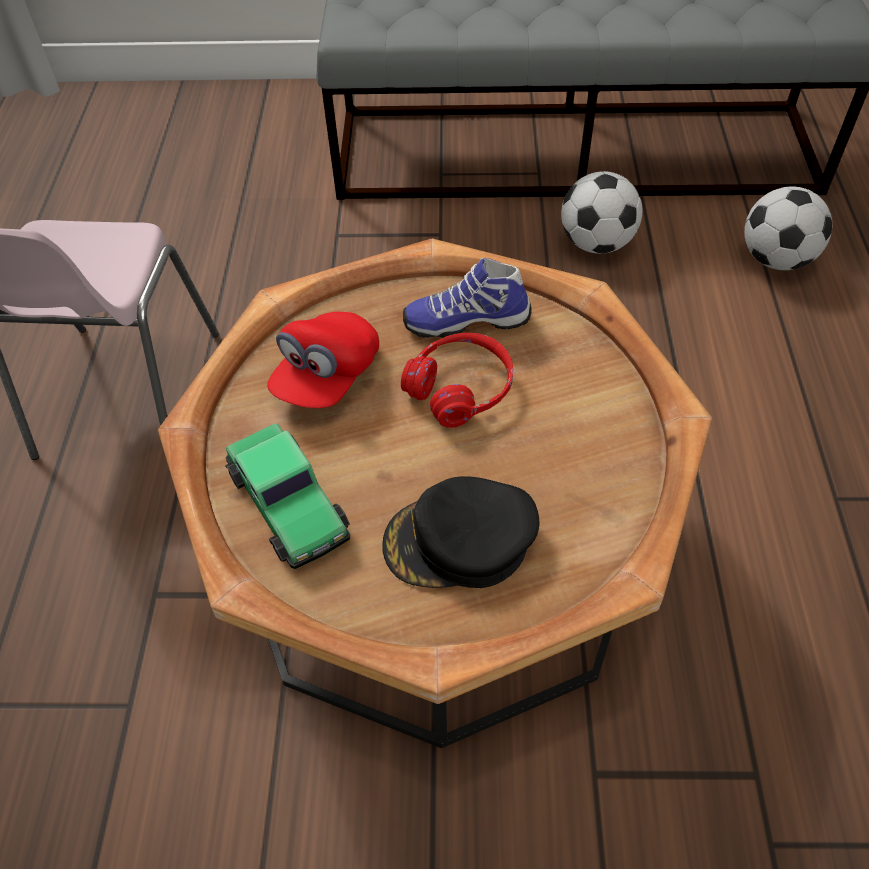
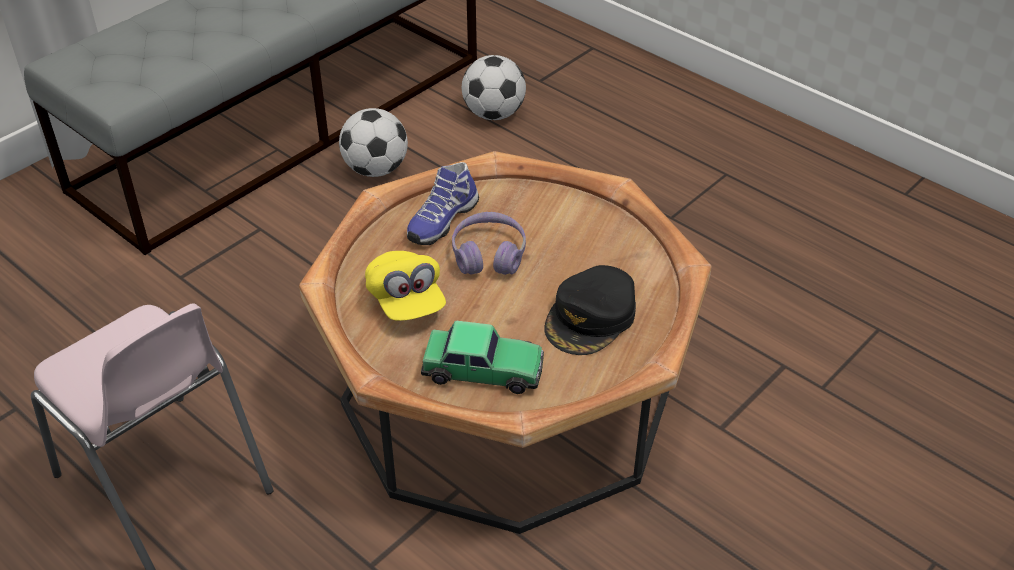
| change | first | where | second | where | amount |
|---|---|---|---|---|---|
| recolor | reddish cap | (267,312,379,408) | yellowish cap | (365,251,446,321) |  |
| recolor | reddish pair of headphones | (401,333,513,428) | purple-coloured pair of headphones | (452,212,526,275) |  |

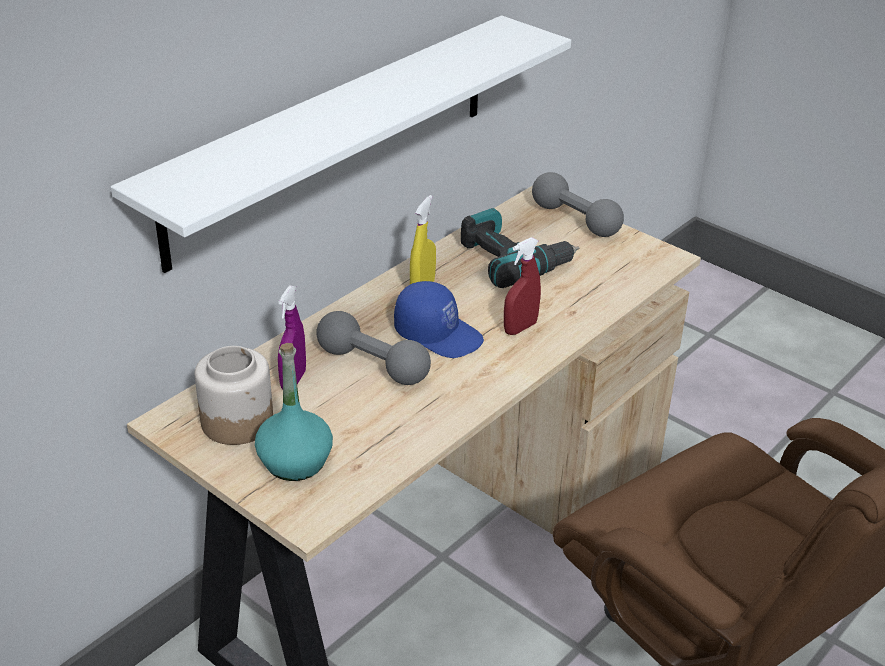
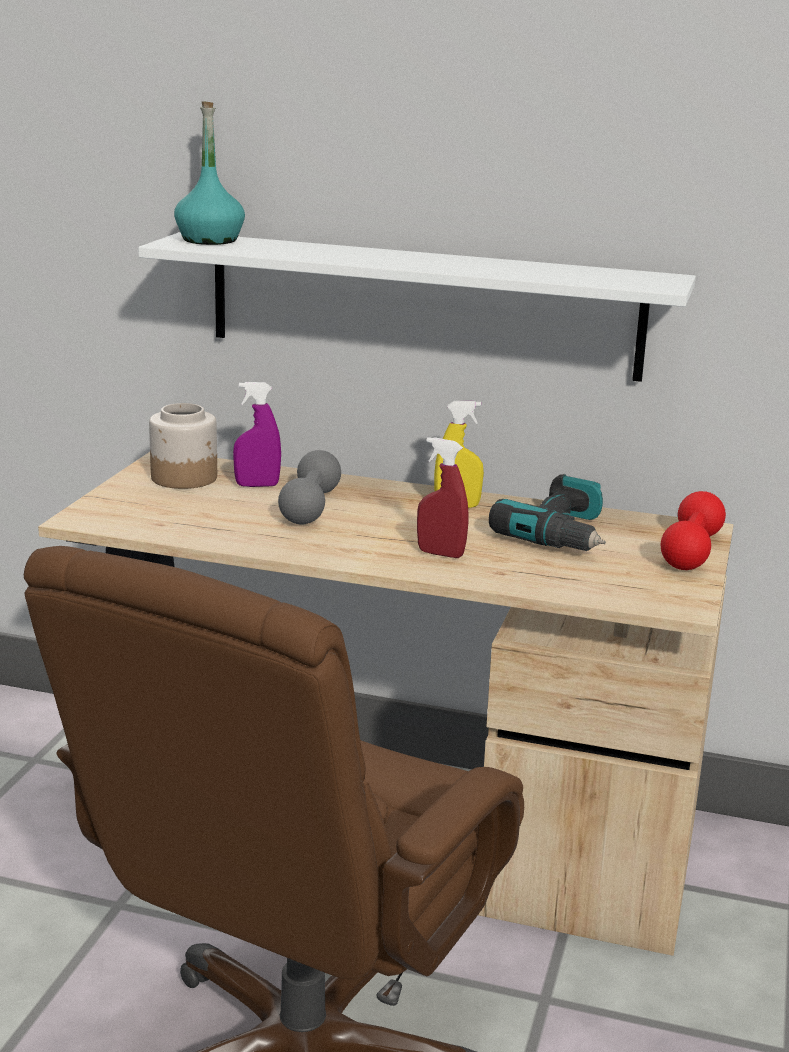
| change | first | where | second | where | amount |
|---|---|---|---|---|---|
| delete | blue-coloured cap | (394,281,484,358) |  |  |  |
| move | blue-green beverage bottle | (255,343,333,481) |  | (174,101,245,245) |  |
| recolor | grey free weight | (532,172,624,237) | reddish free weight | (661,491,726,570) |  |

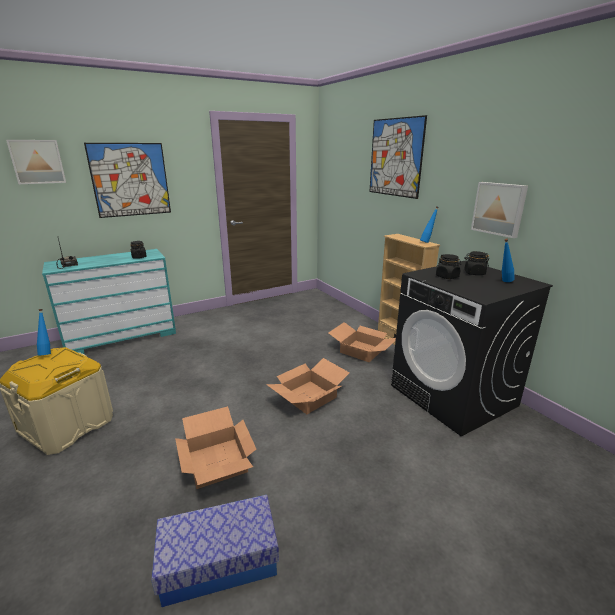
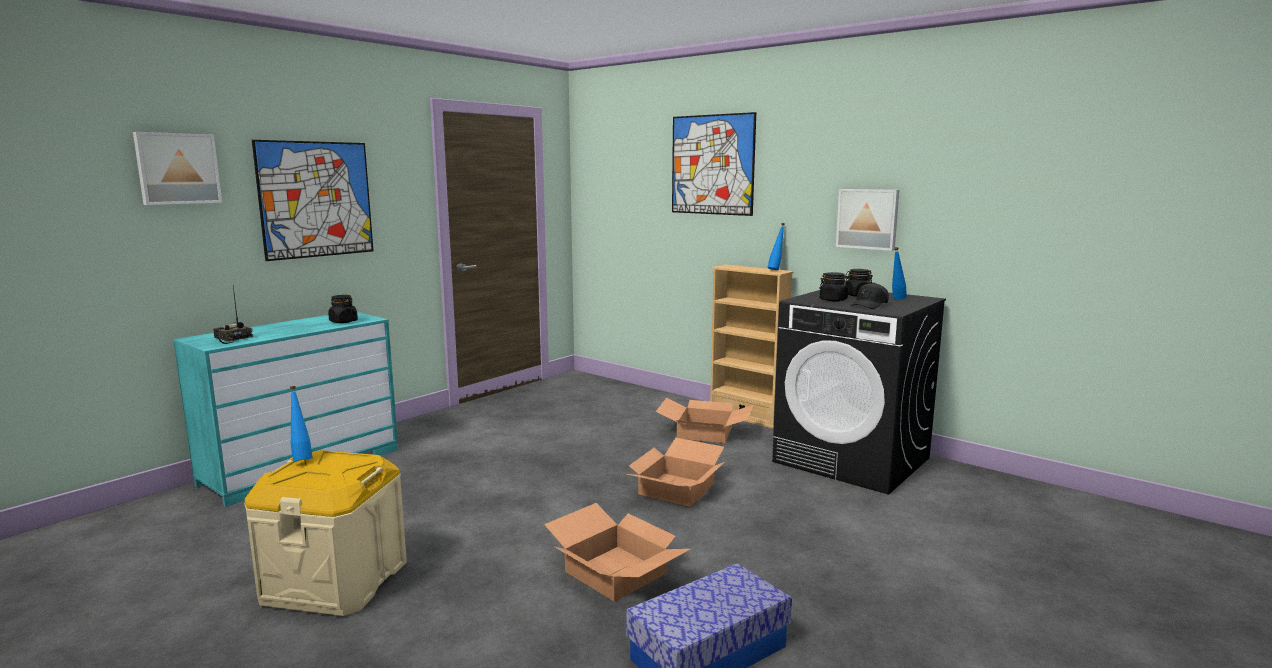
| change | first | where | second | where | amount |
|---|---|---|---|---|---|
| insert |  |  | black-coloured cap | (850,283,889,309) |  |

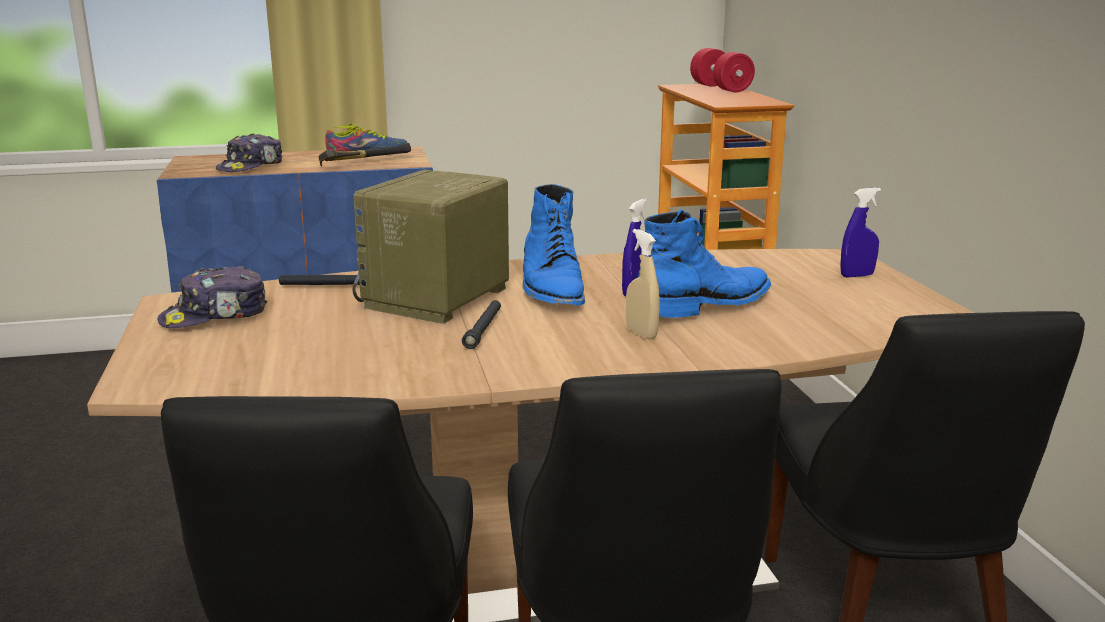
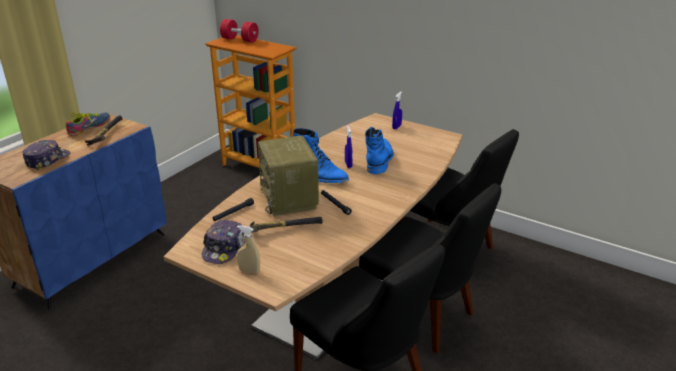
| change | first | where | second | where | amount |
|---|---|---|---|---|---|
| insert |  |  | hammer | (249,217,323,232) |  |
| move | sand-coloured hand sprayer | (626,229,660,340) |  | (237,225,260,274) |  |
| rotate | cap | (216,134,282,172) |  | (23,140,70,170) | 135 degrees counterclockwise |

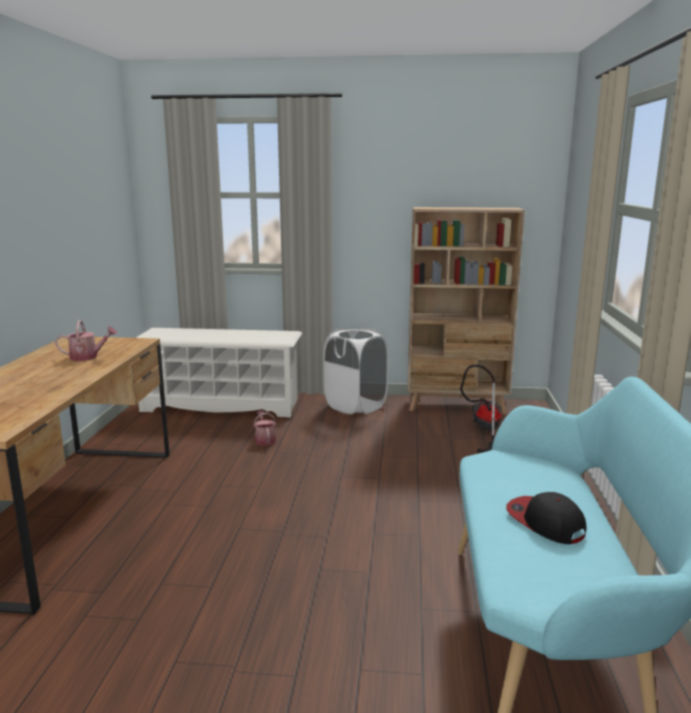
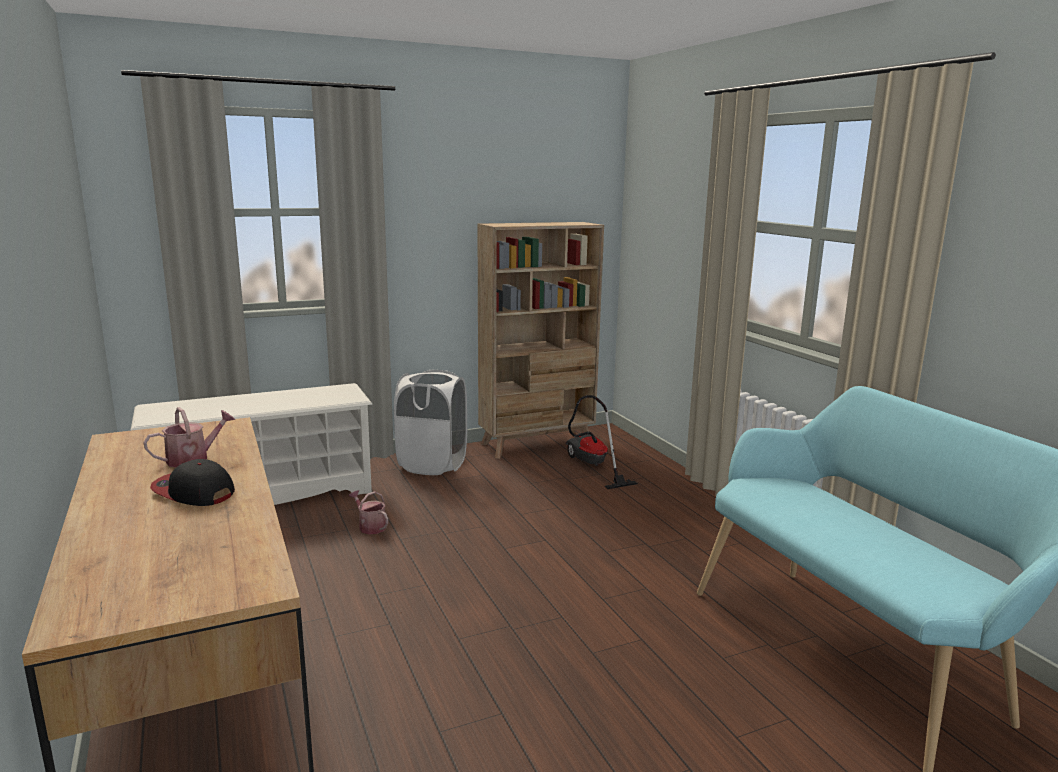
| change | first | where | second | where | amount |
|---|---|---|---|---|---|
| move | cap | (506,492,586,544) |  | (150,459,235,506) |  |

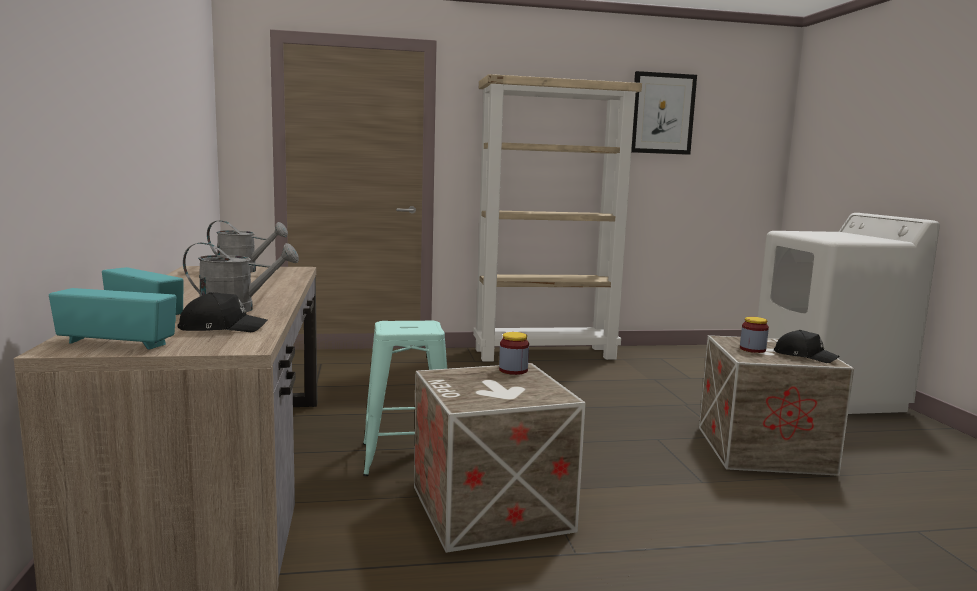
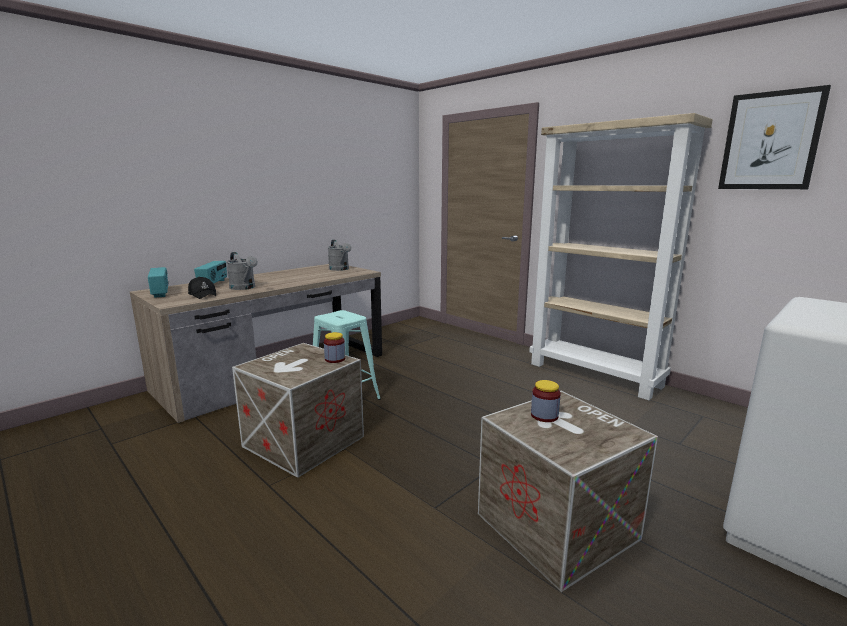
| change | first | where | second | where | amount |
|---|---|---|---|---|---|
| delete | black-coloured cap | (774,330,840,363) |  |  |  |

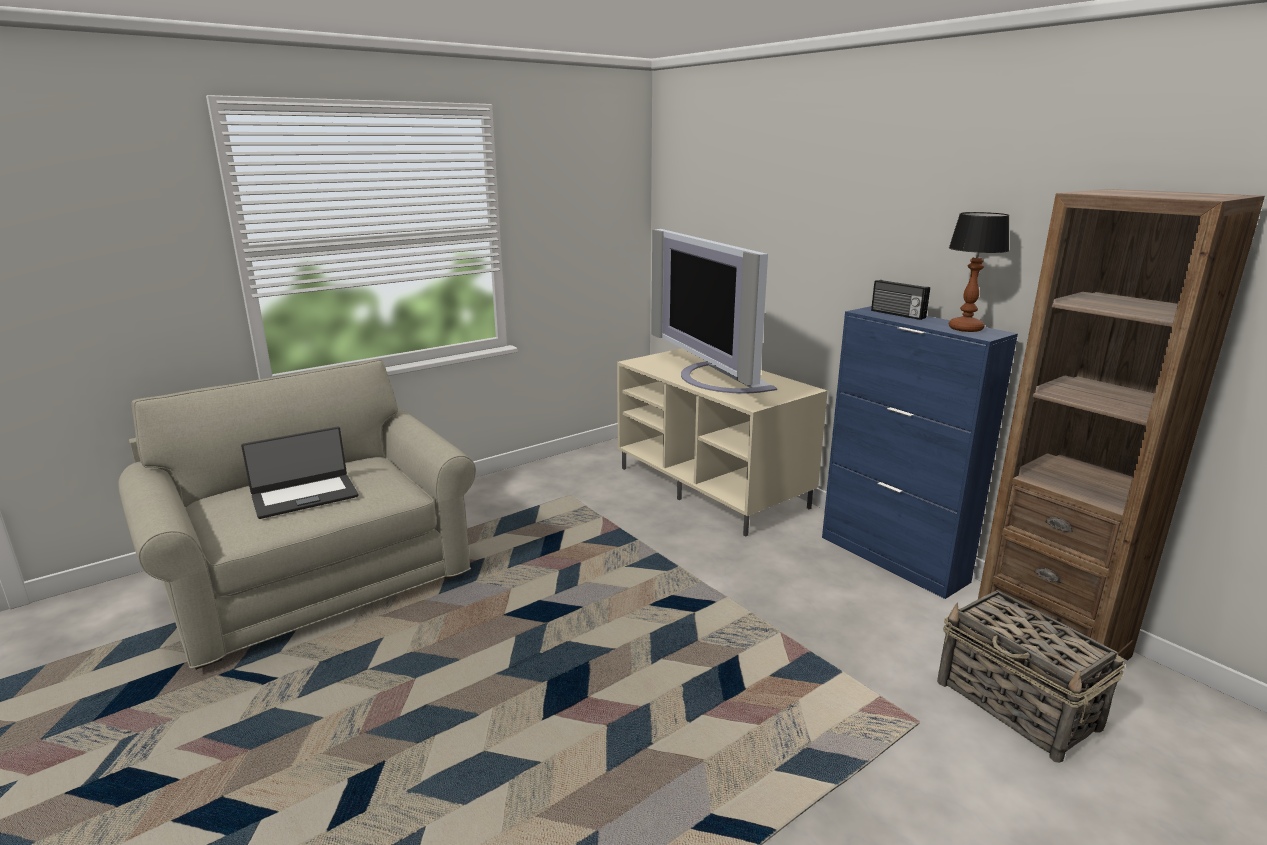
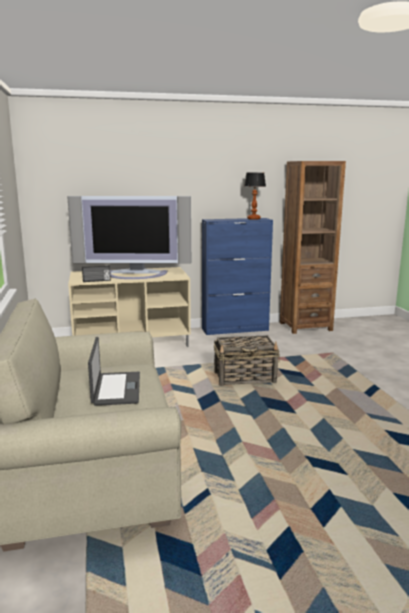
| change | first | where | second | where | amount |
|---|---|---|---|---|---|
| move | radio receiver | (871,280,930,320) |  | (82,265,111,282) |  |
| move | storage basket | (937,590,1125,763) |  | (214,335,279,386) |  |

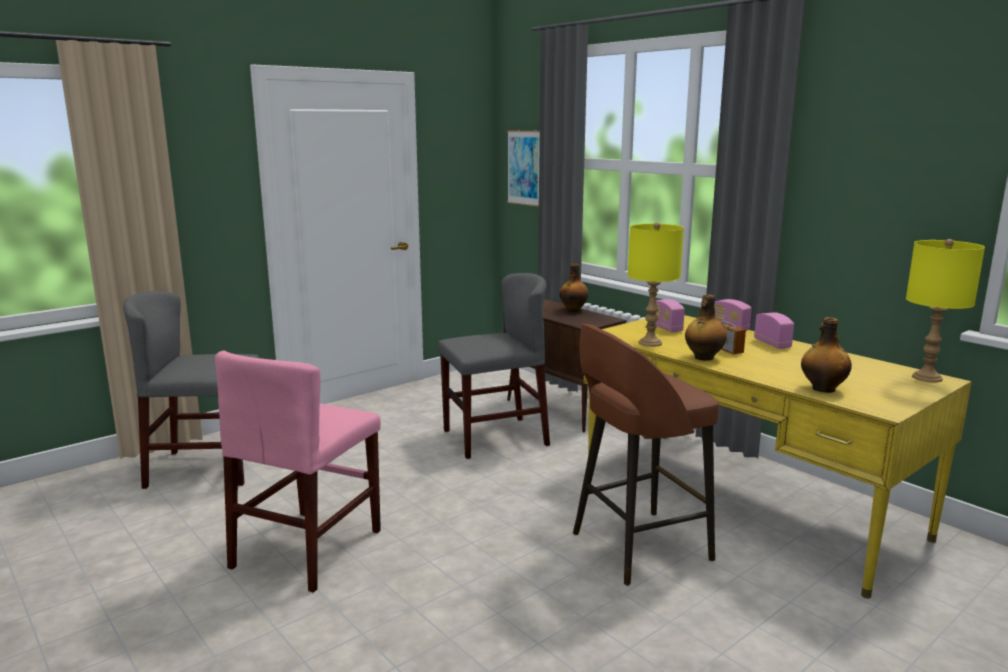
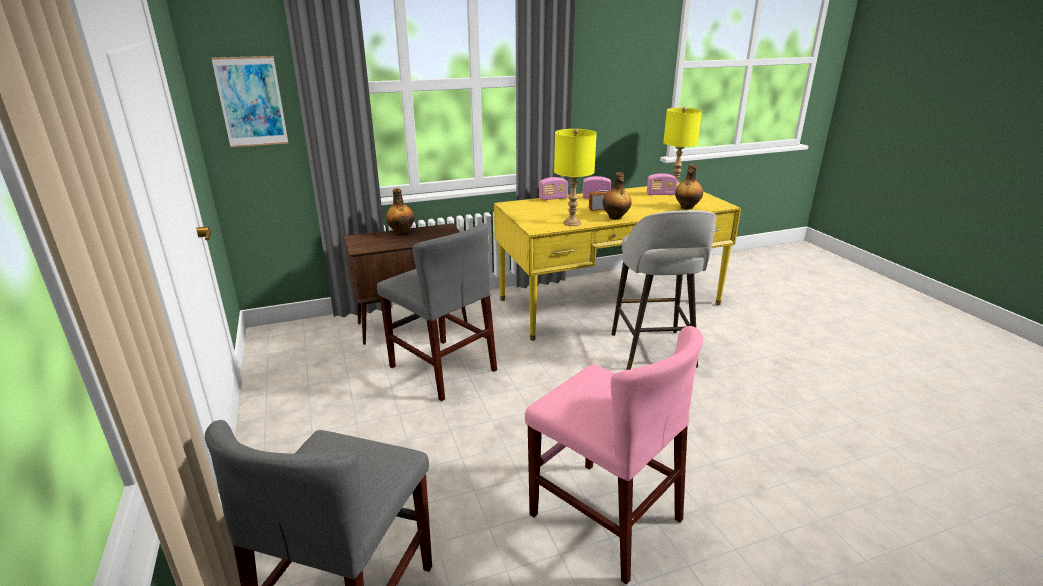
| change | first | where | second | where | amount |
|---|---|---|---|---|---|
| move | radio receiver | (655,299,685,333) |  | (647,173,677,196) |  |
| recolor | brown-coloured sitting stool | (573,324,719,586) | grey sitting stool | (612,210,717,370) |  |
| rotate | grey plain chair | (438,273,550,459) |  | (377,223,497,401) | 135 degrees clockwise |

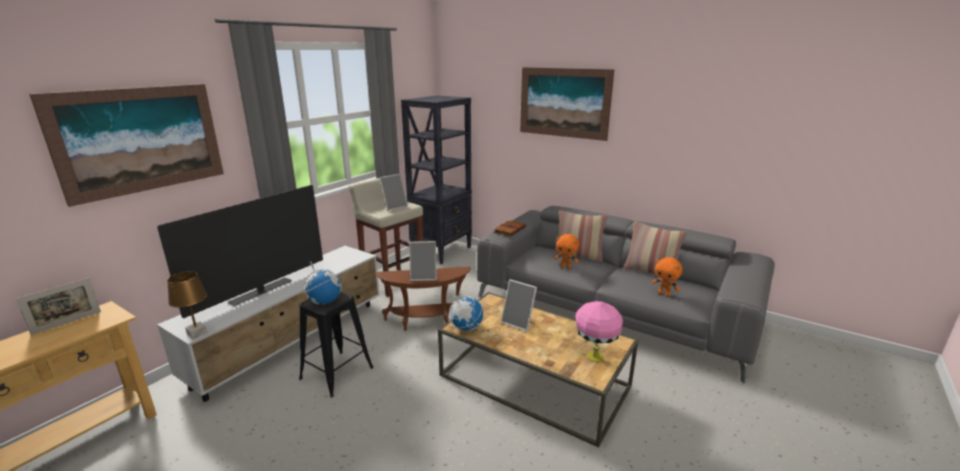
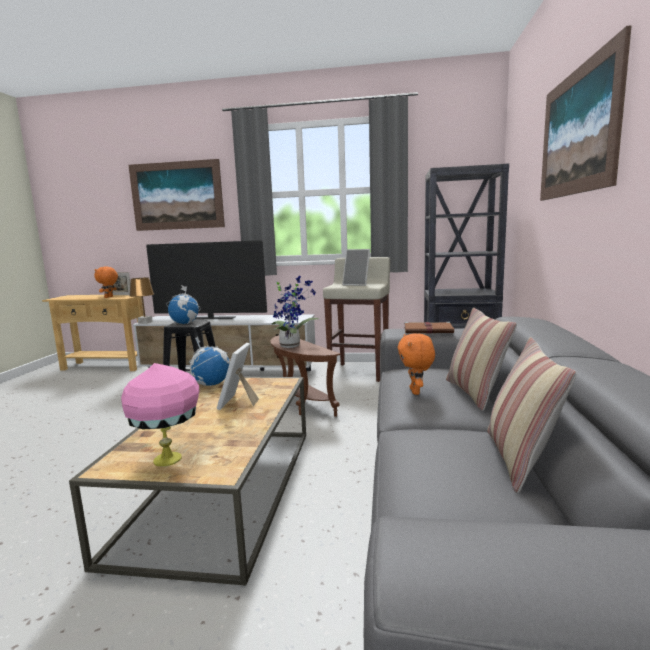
| change | first | where | second | where | amount |
|---|---|---|---|---|---|
| move | orangey cuddly toy | (652,257,682,296) |  | (94,267,118,298) |  |
| replace | standing frame | (409,241,437,281) | potted plant | (272,276,319,348) |  |

